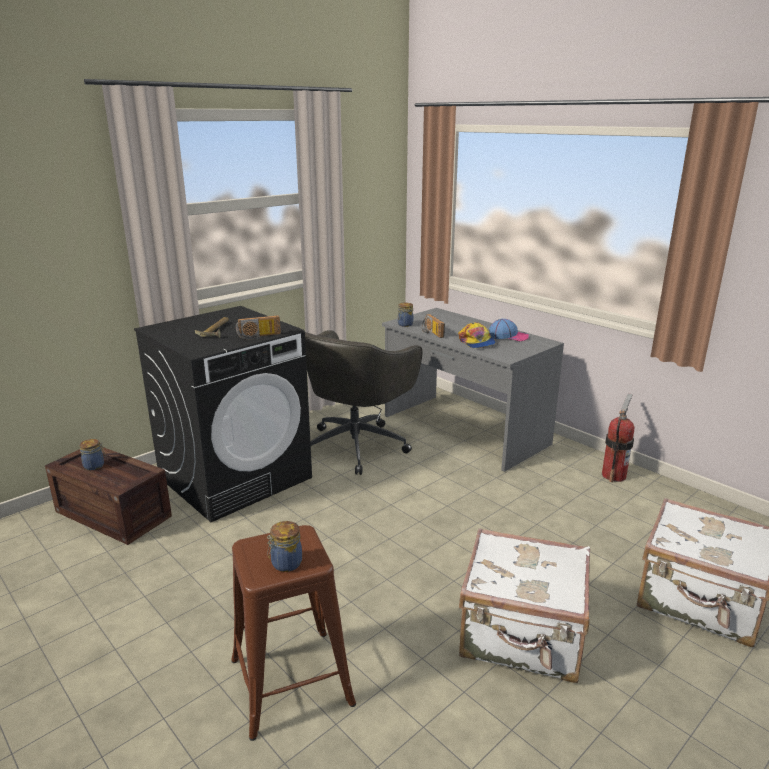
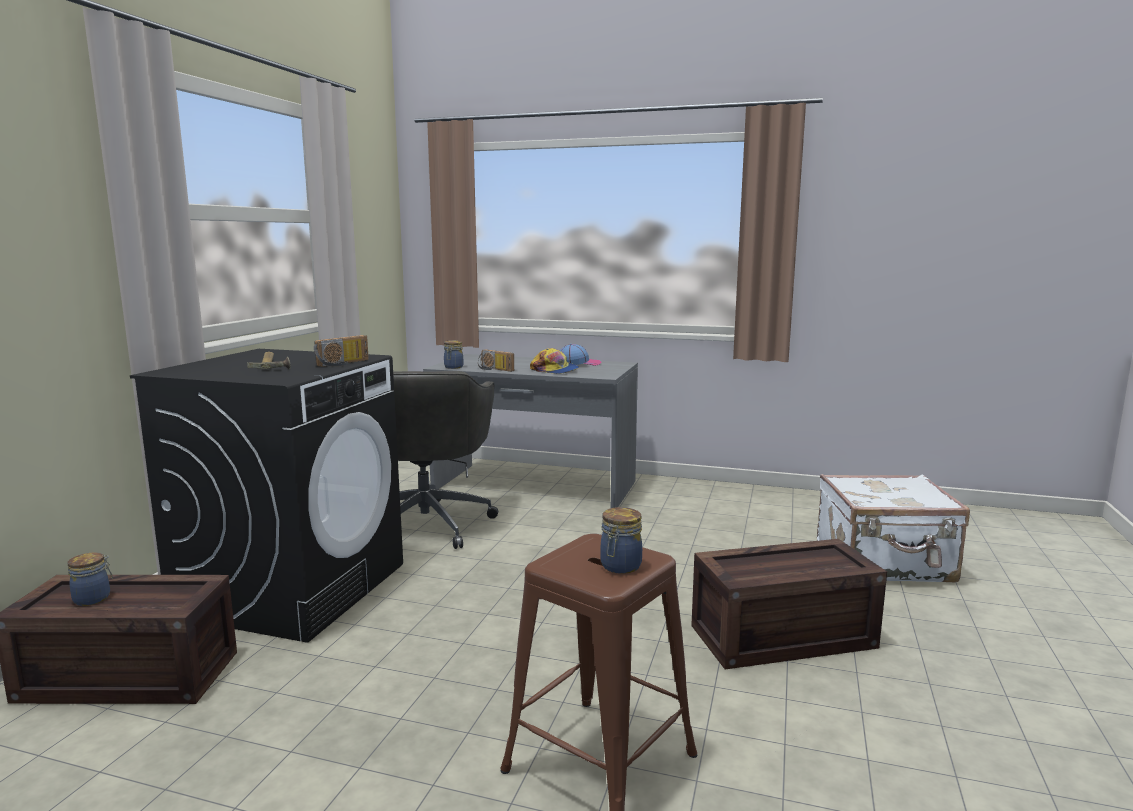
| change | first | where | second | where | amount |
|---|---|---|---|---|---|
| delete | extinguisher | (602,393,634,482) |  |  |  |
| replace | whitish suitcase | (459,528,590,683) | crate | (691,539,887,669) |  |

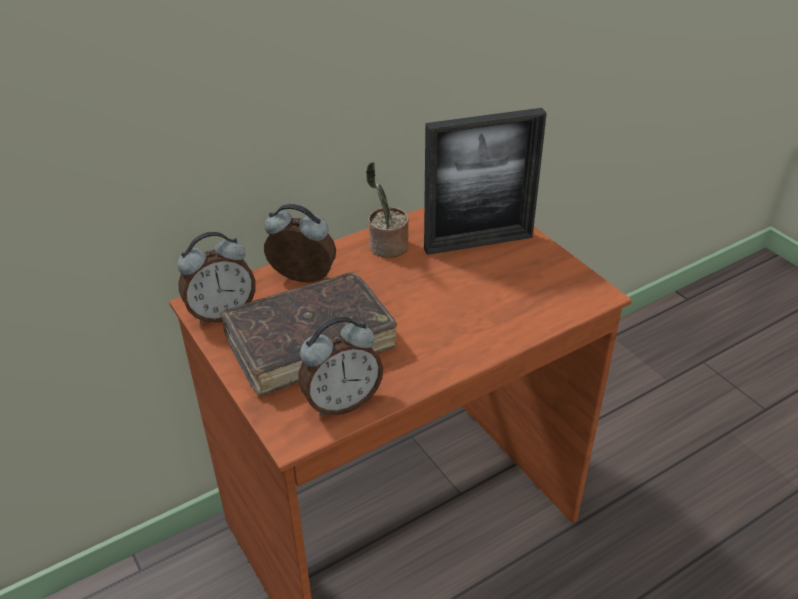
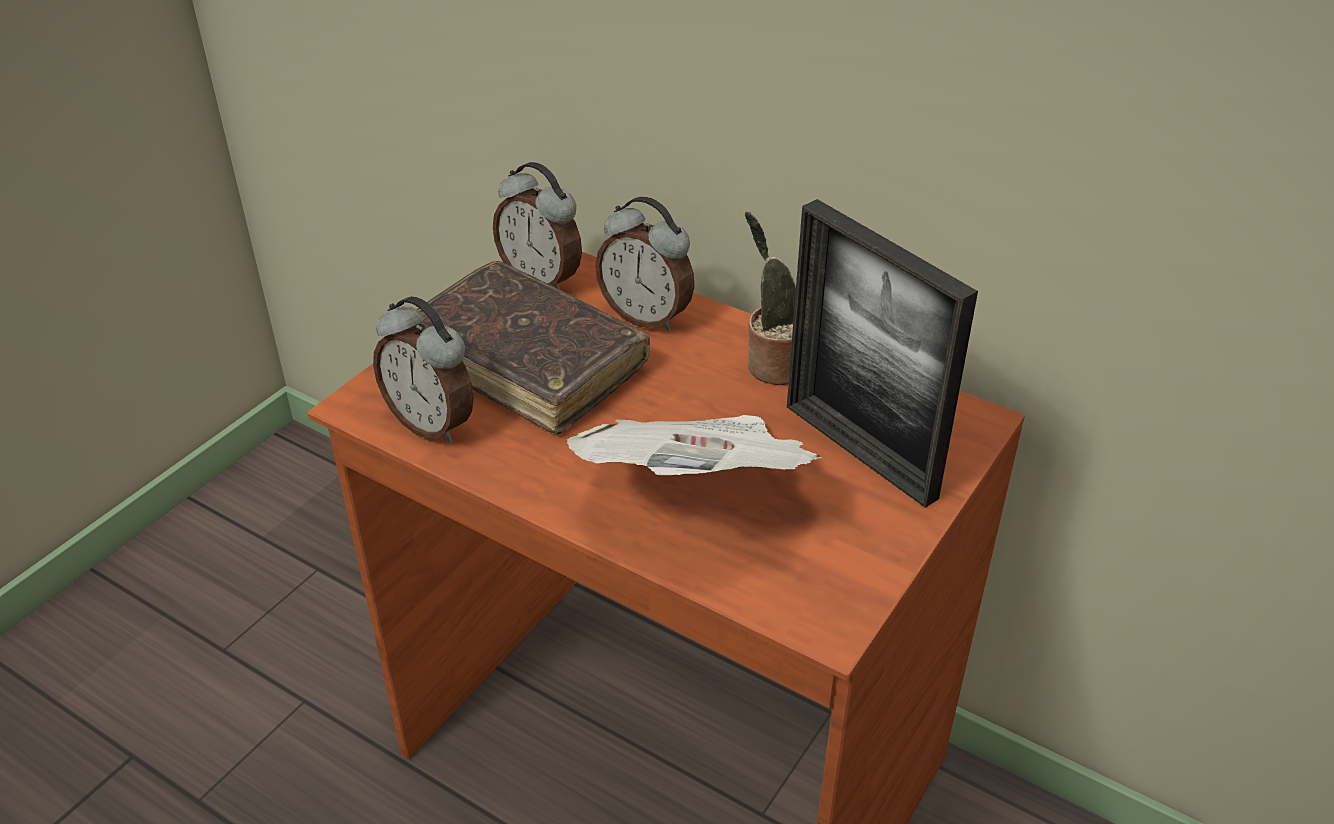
| change | first | where | second | where | amount |
|---|---|---|---|---|---|
| insert |  |  | daily paper | (567,415,822,475) |  |
| rotate | alarm clock | (264,204,336,282) |  | (595,197,695,331) | 135 degrees clockwise |

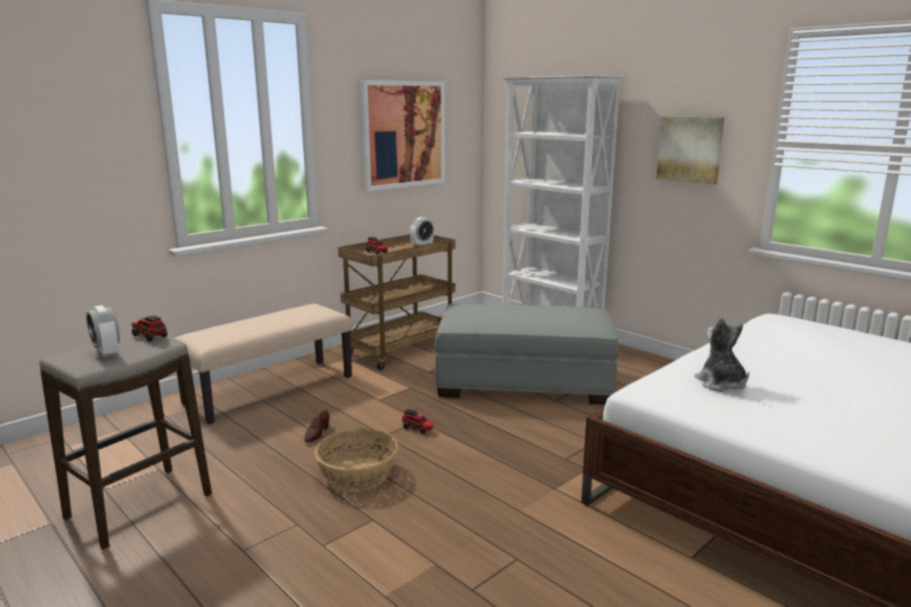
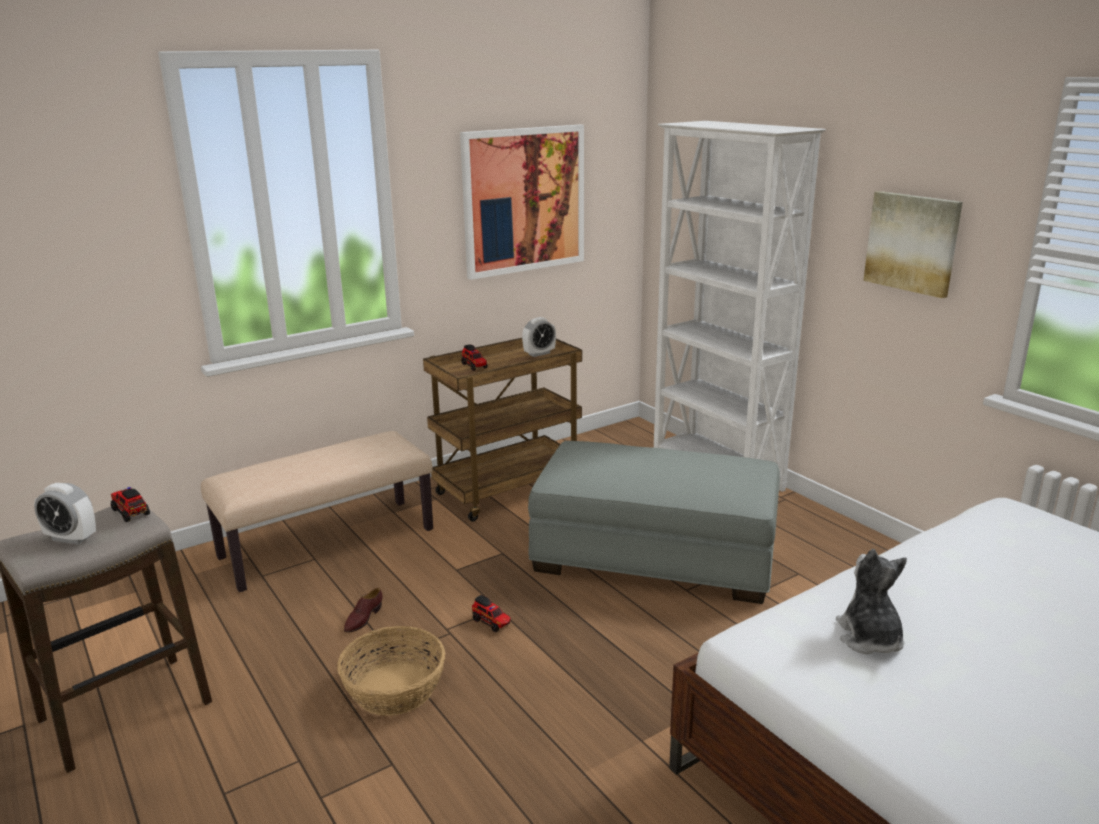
| change | first | where | second | where | amount |
|---|---|---|---|---|---|
| rotate | alarm clock | (86,305,120,358) |  | (34,483,96,545) | 45 degrees counterclockwise |

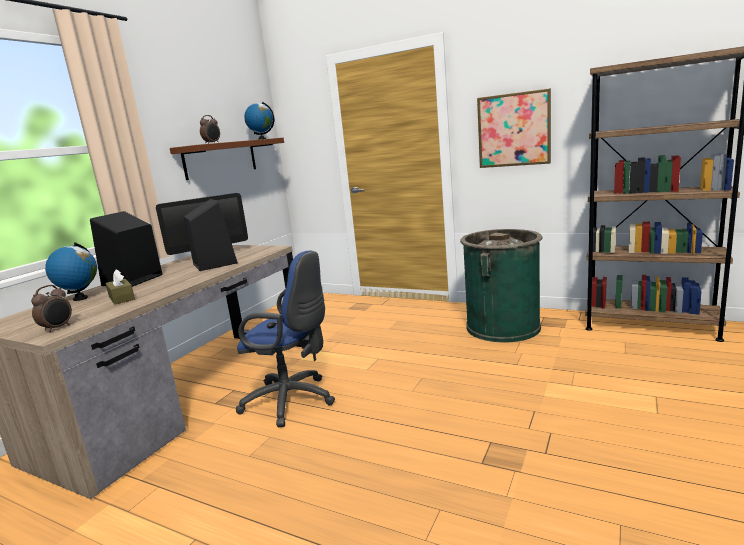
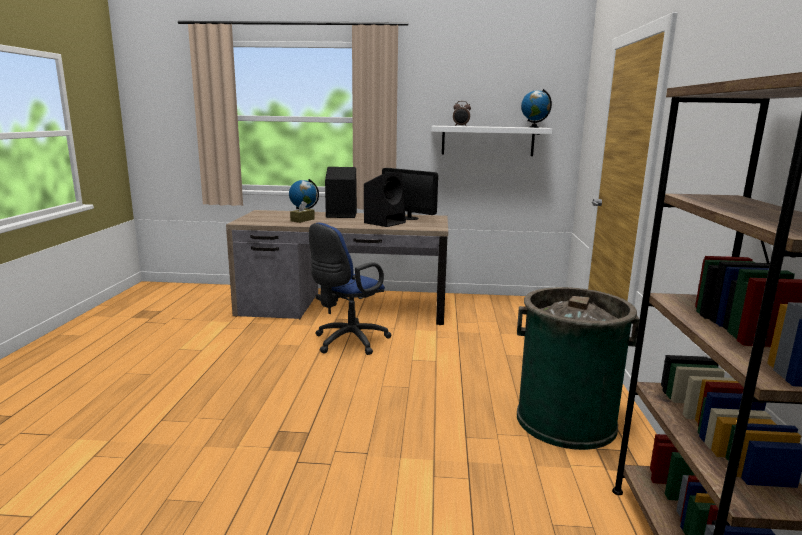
| change | first | where | second | where | amount |
|---|---|---|---|---|---|
| delete | alarm clock | (31,285,72,333) |  |  |  |
| delete | wall picture | (477,88,551,168) |  |  |  |
| recolor | brown-coloured shelf | (170,138,284,180) | whitish shelf | (431,126,553,156) |  |
| rotate | blue-coloured desk chair | (236,251,335,427) |  | (309,223,392,355) | 45 degrees clockwise |

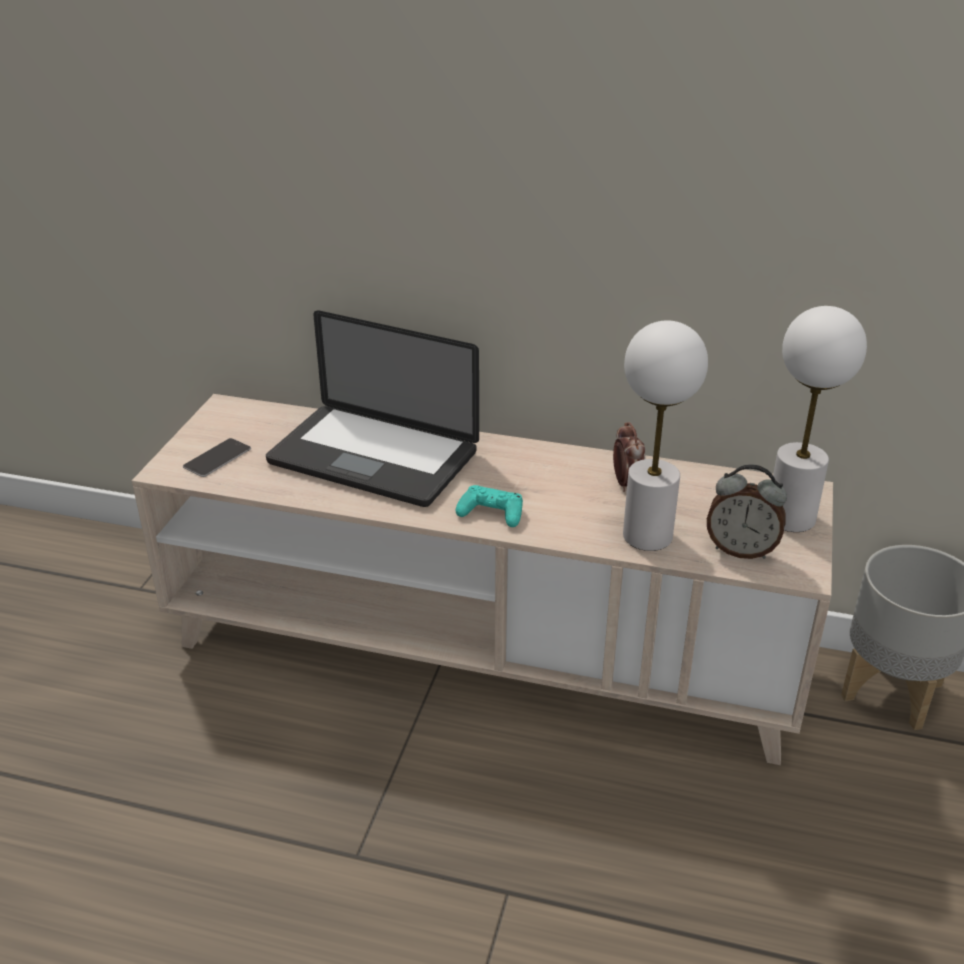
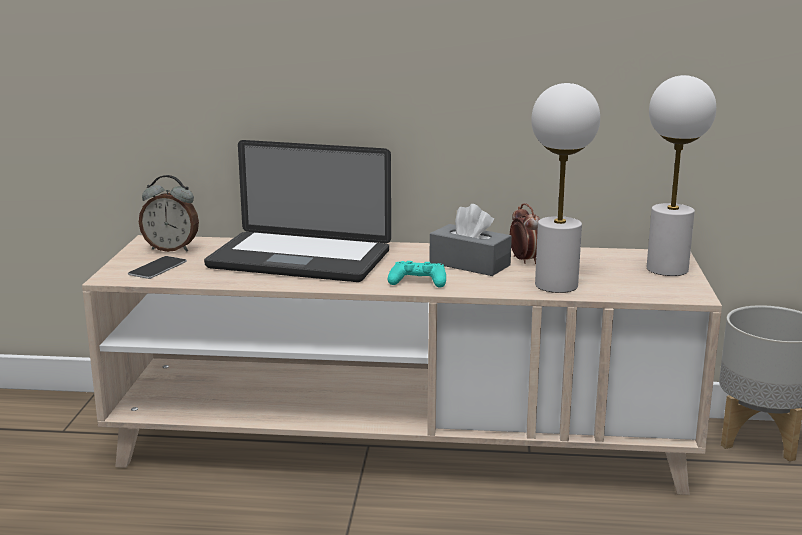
| change | first | where | second | where | amount |
|---|---|---|---|---|---|
| insert |  |  | grey tissue box | (429,204,512,276) |  |
| move | alarm clock | (707,464,787,559) |  | (139,175,199,252) |  |

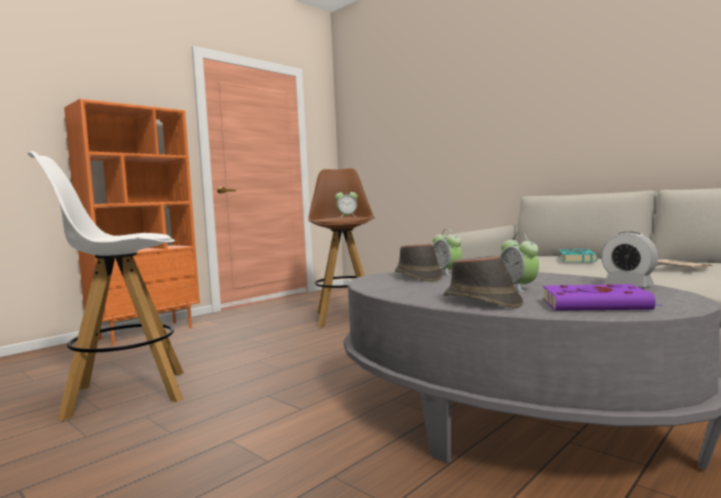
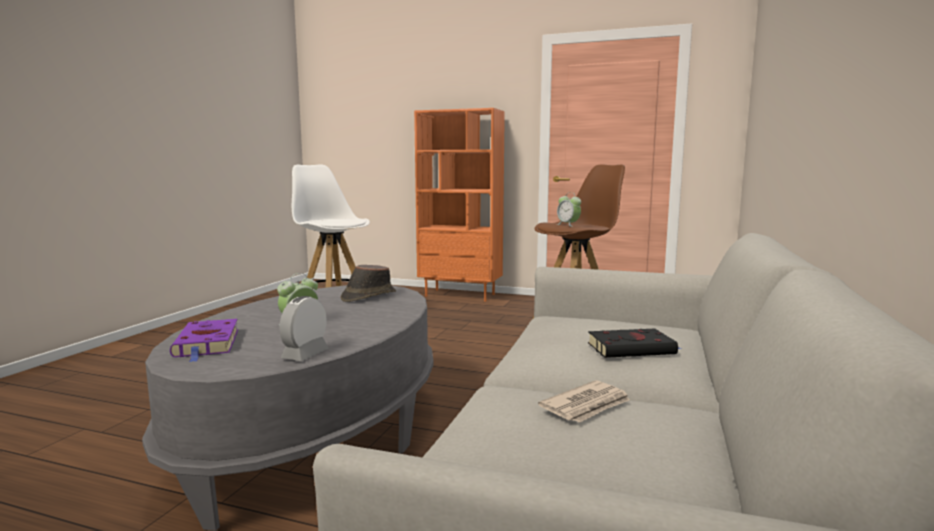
| change | first | where | second | where | amount |
|---|---|---|---|---|---|
| delete | alarm clock | (433,229,462,275) |  |  |  |
| delete | brown-coloured clothing hat | (443,255,523,308) |  |  |  |
| recolor | blue-green book | (559,249,598,262) | black-coloured book | (588,328,681,358) |  |

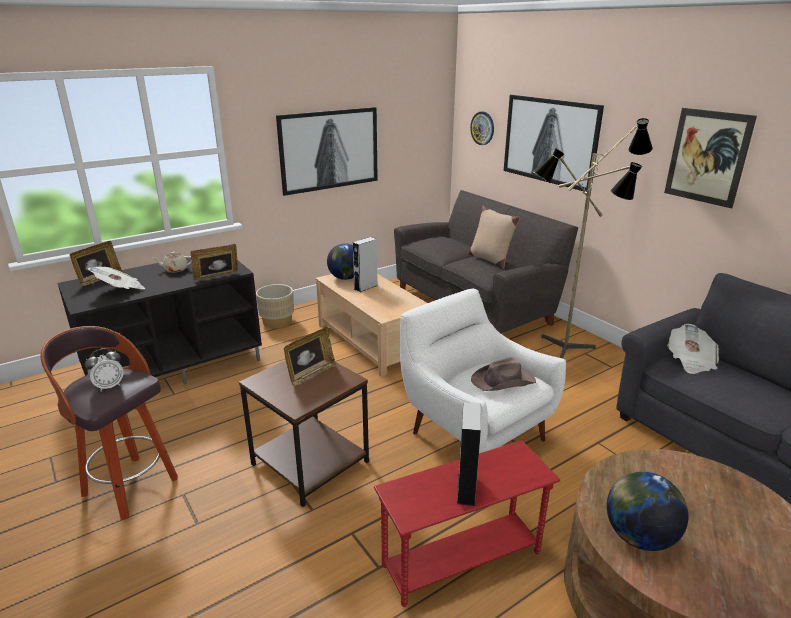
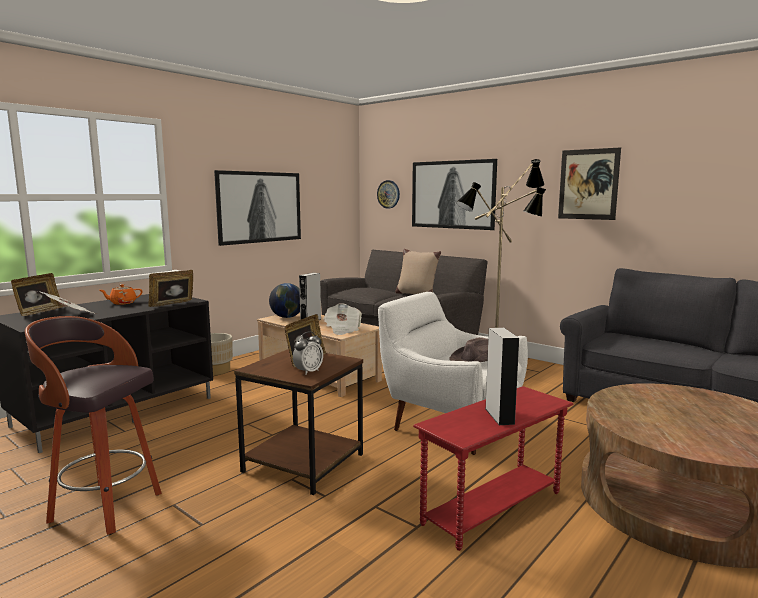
| change | first | where | second | where | amount |
|---|---|---|---|---|---|
| delete | globe | (607,472,688,551) |  |  |  |
| move | alarm clock | (85,348,124,392) |  | (293,331,323,375) |  |
| move | daily paper | (668,324,719,374) |  | (323,303,362,335) |  |
| recolor | sand-coloured pot for tea | (152,252,192,272) | orangey pot for tea | (100,284,143,305) |  |

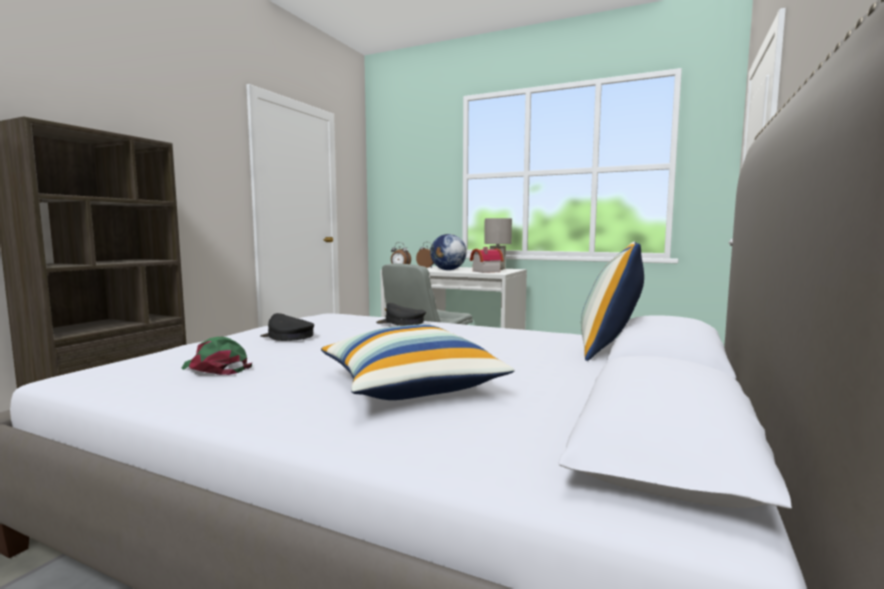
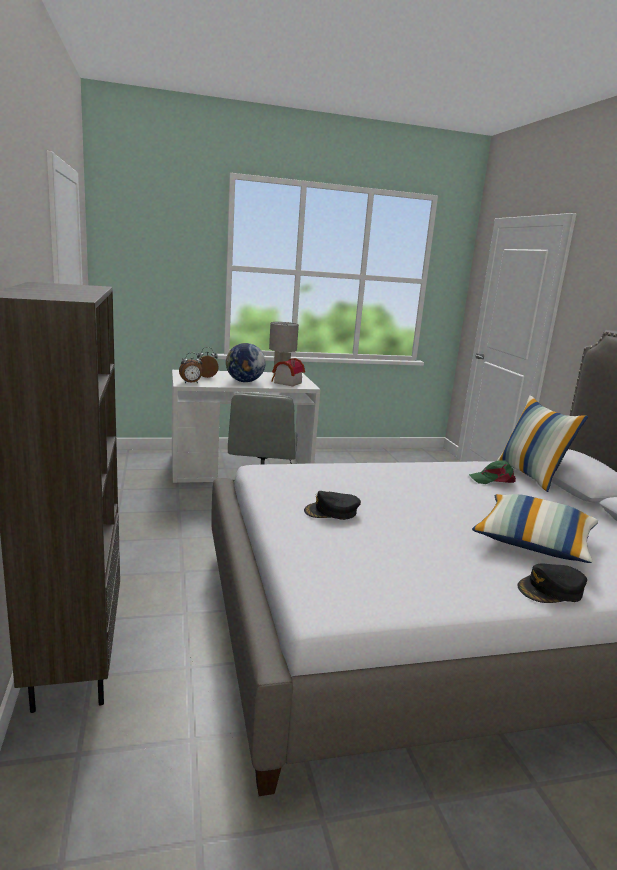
| change | first | where | second | where | amount |
|---|---|---|---|---|---|
| move | green cap | (182,336,252,375) |  | (469,460,516,484) |  |
| move | black-coloured cap | (376,303,426,326) |  | (517,563,587,603) |  |

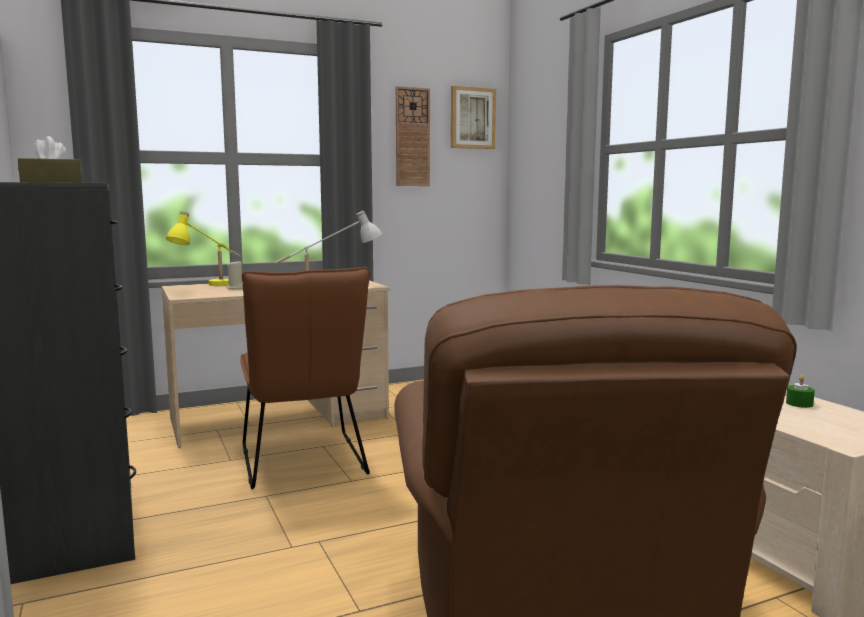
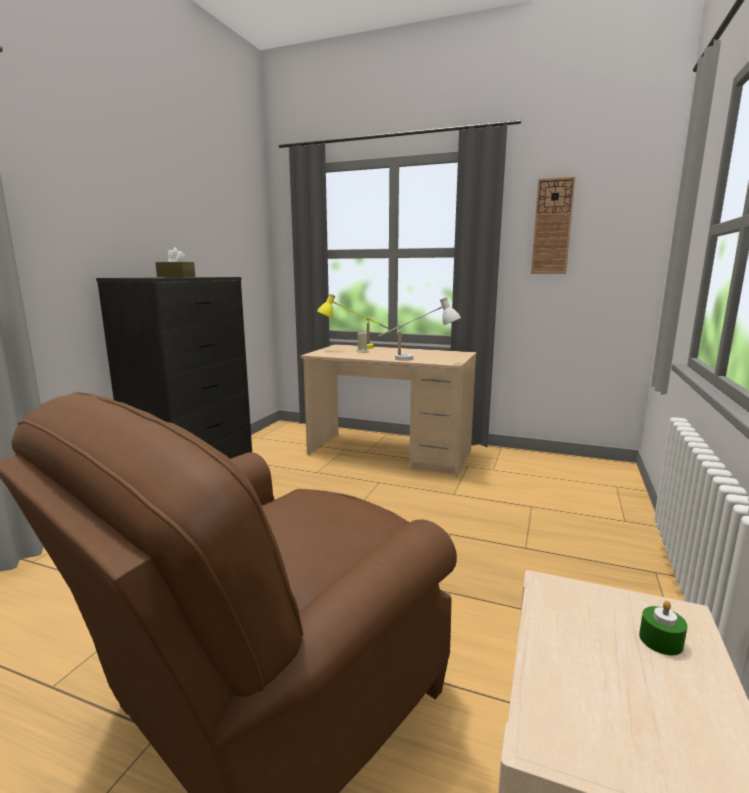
| change | first | where | second | where | amount |
|---|---|---|---|---|---|
| delete | brown-coloured plain chair | (240,267,370,489) |  |  |  |
| delete | wall picture | (451,86,496,149) |  |  |  |

